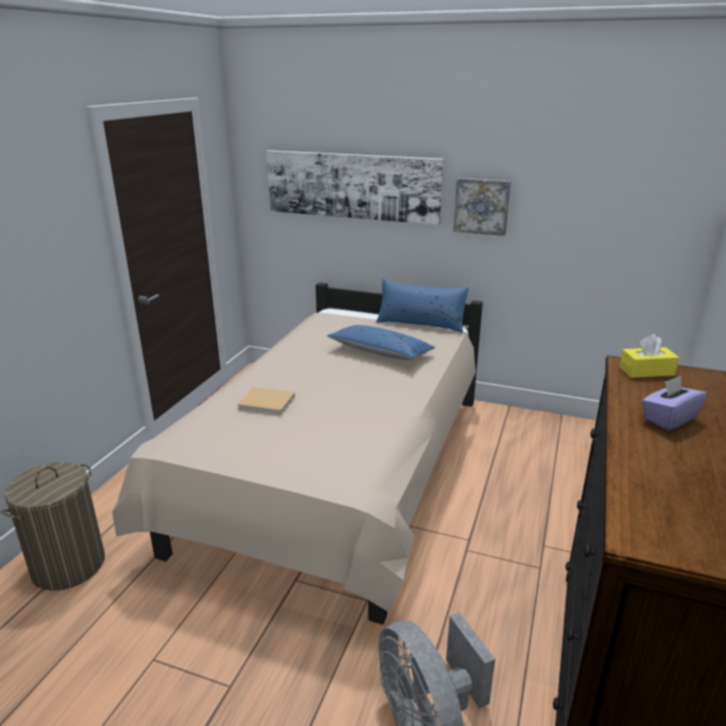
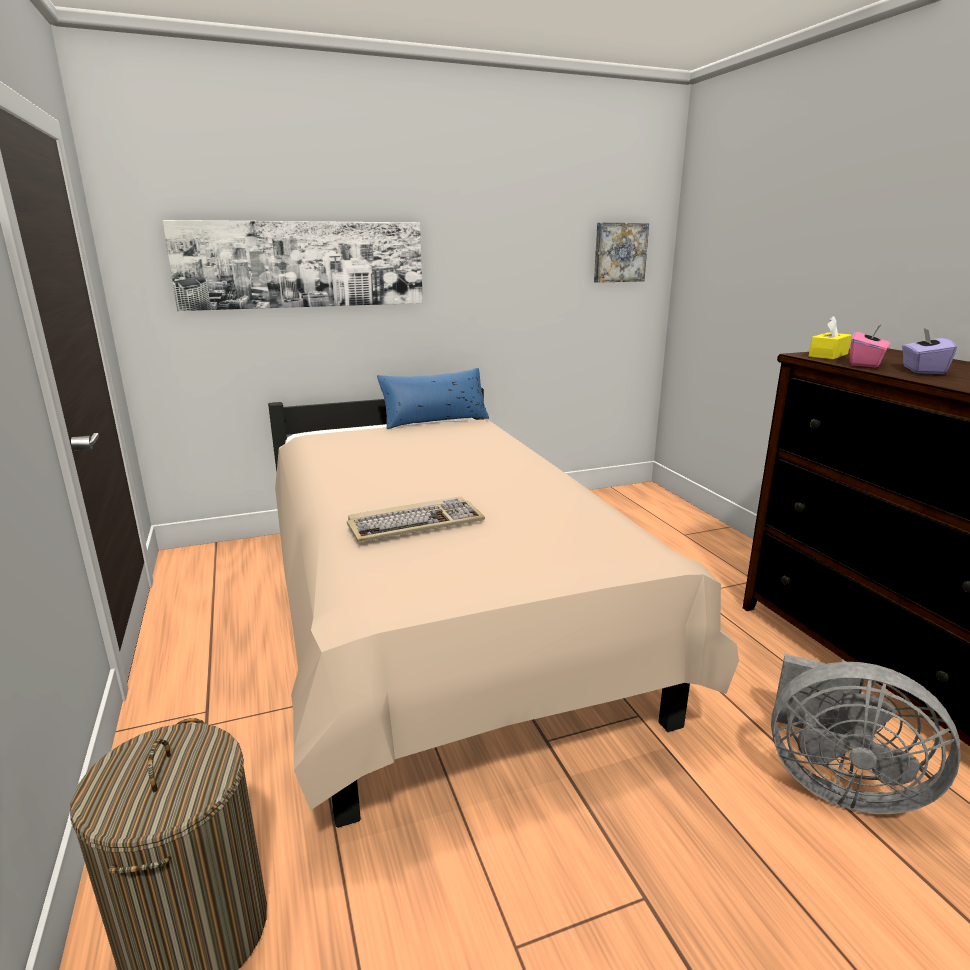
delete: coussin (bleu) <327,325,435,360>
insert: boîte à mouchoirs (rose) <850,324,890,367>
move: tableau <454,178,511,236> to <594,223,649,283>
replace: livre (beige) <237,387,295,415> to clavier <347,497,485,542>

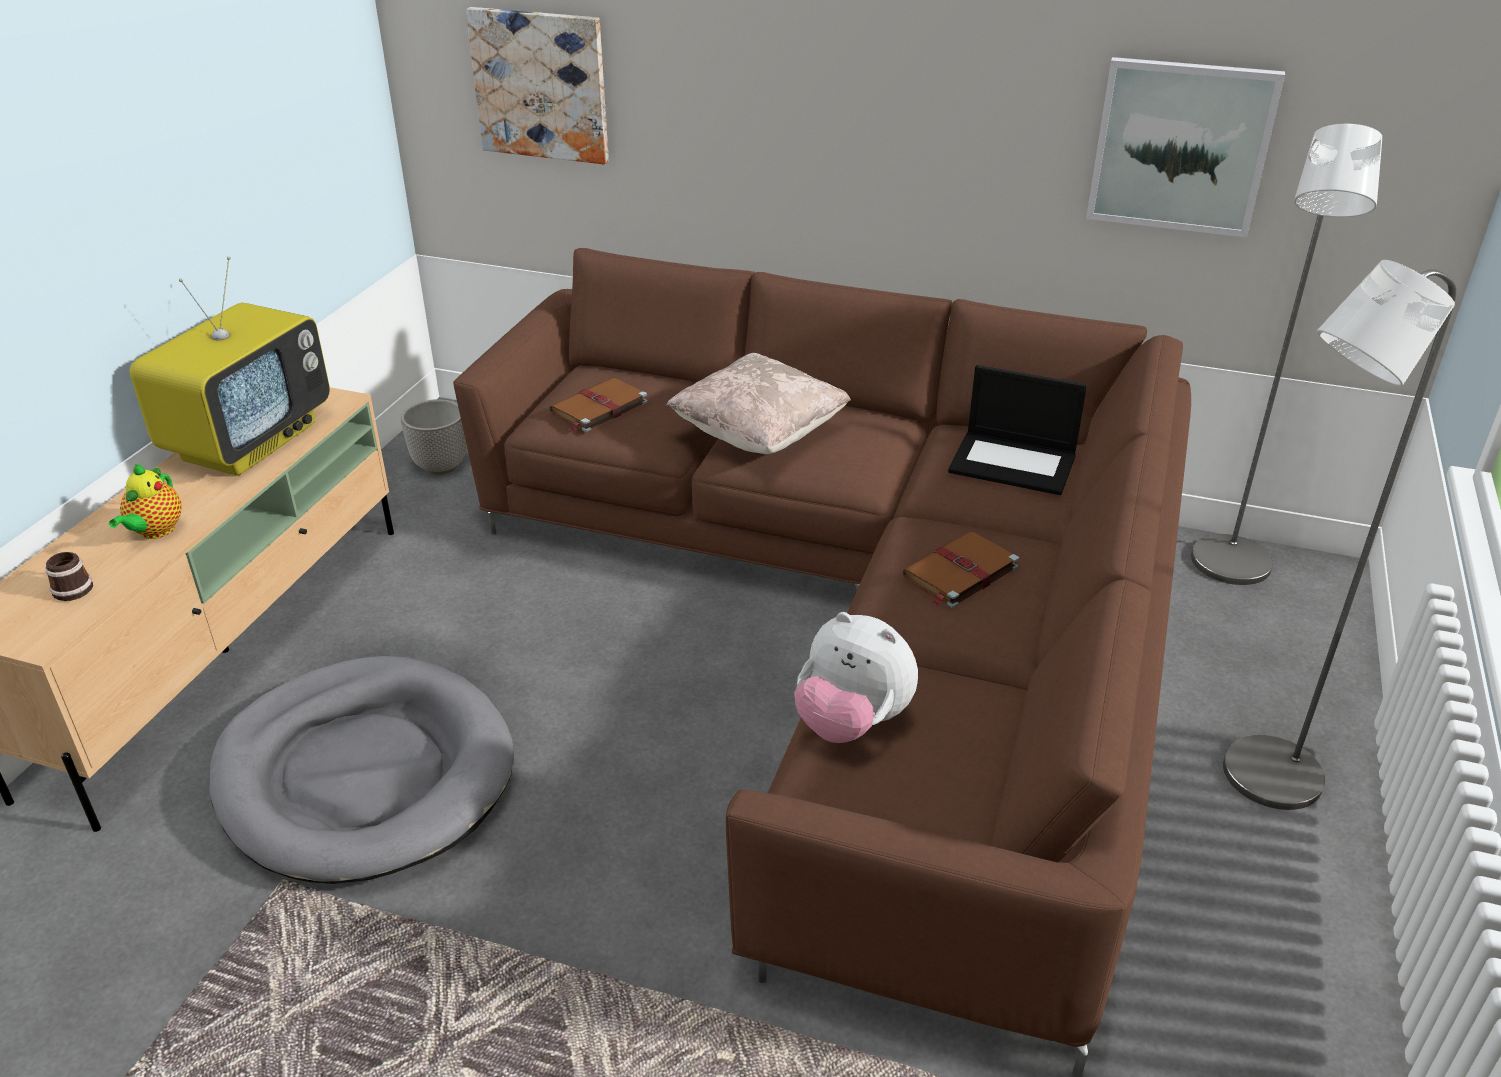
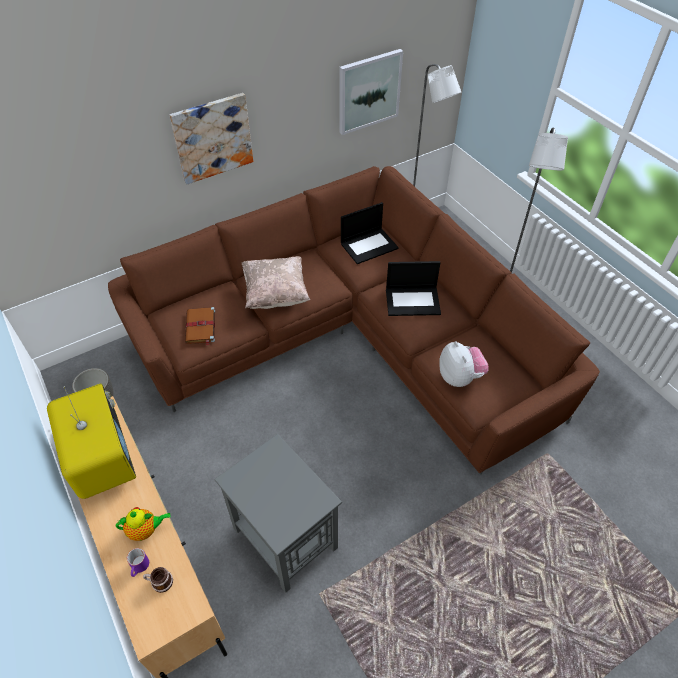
insert: mug (violet) <127,548,149,577>
move: tableau <466,7,609,164> to <170,93,253,185>
replace: panier pour chien (gris) <210,656,514,884> to table d'appoint (gris) <214,434,342,593>; livre (marron) <902,531,1019,608> to ordinateur portable <386,261,441,316>
rotate: théière <109,464,182,539> = <116,507,171,541> 60 degrees counterclockwise; peluche <794,612,918,743> = <439,341,488,387> 90 degrees counterclockwise

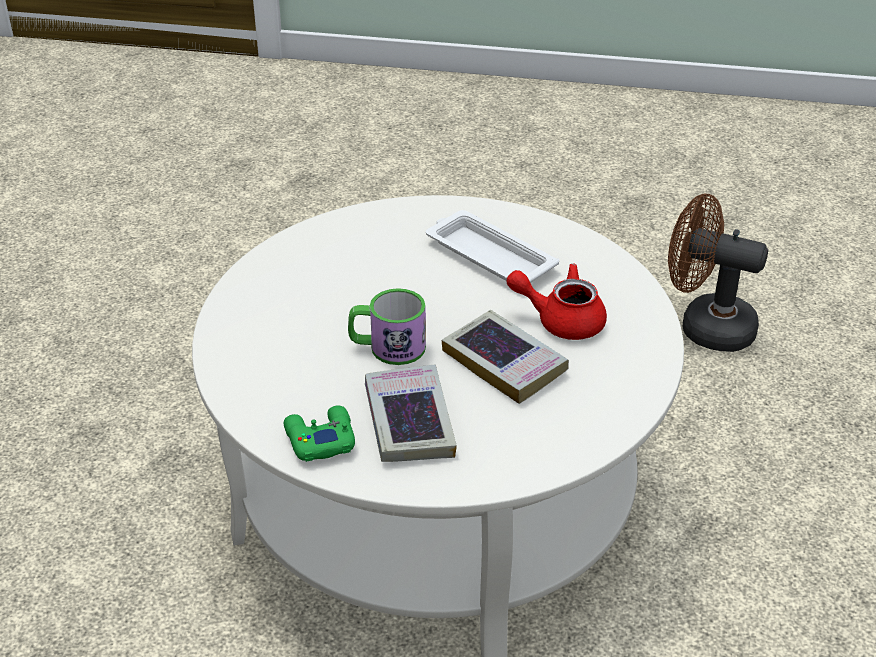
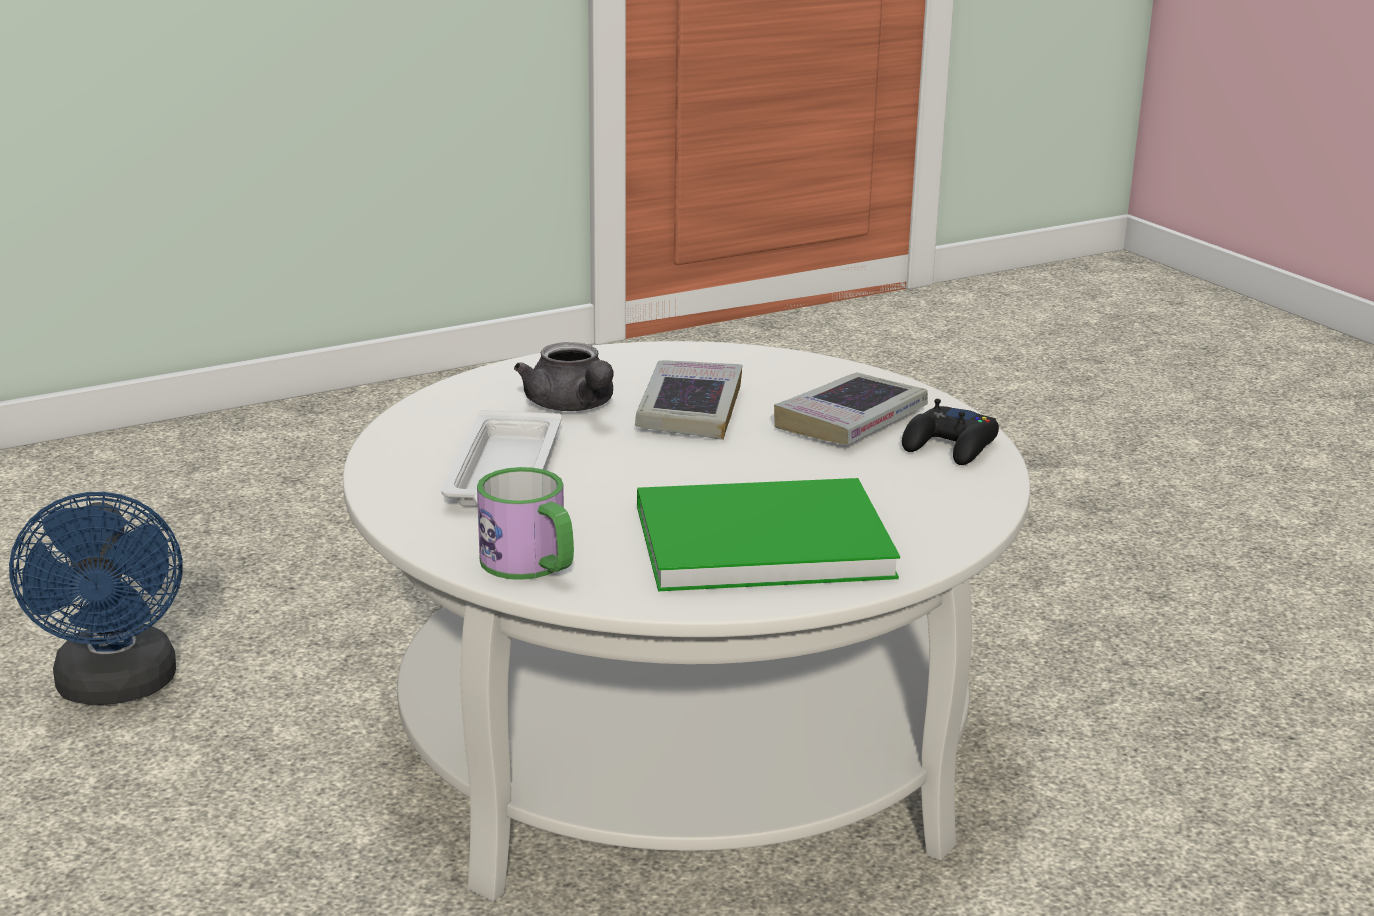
insert: livre (vert) <637,478,900,591>
move: mug <348,288,426,365> to <477,467,574,580>
recolor: ventilateur (marron) <668,194,768,352> to ventilateur (bleu) <9,492,183,705>; théière (rouge) <507,264,607,340> to théière (gris) <514,342,614,411>; manette (vert) <284,406,355,462> to manette (noir) <902,399,999,465>

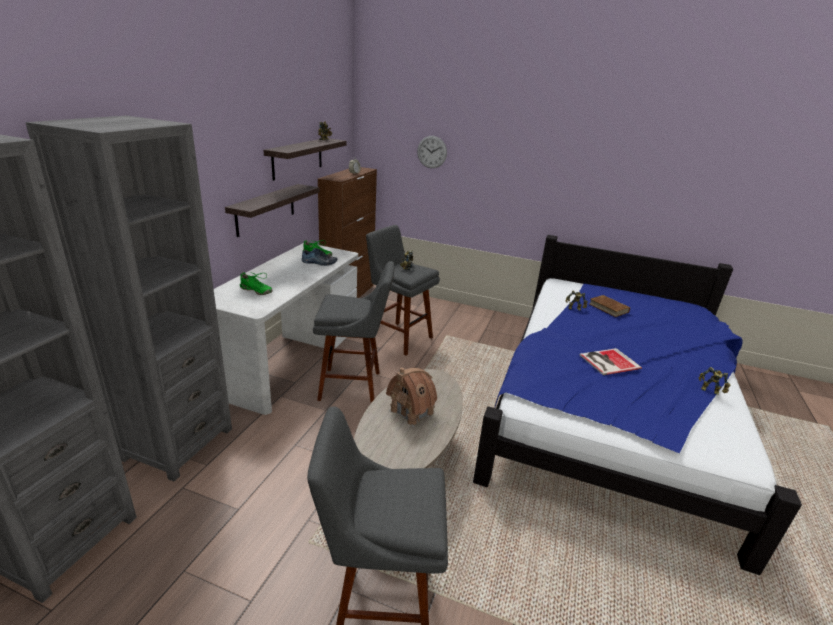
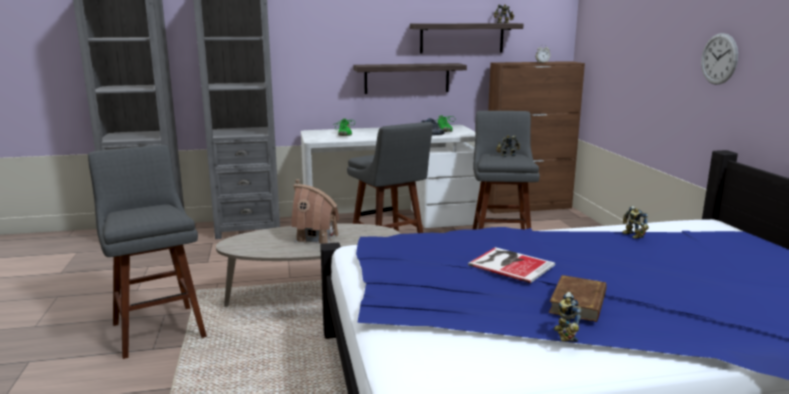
move: livre (marron) <589,295,630,317> to <549,275,607,322>; horloge murale <417,136,447,168> to <701,33,738,85>

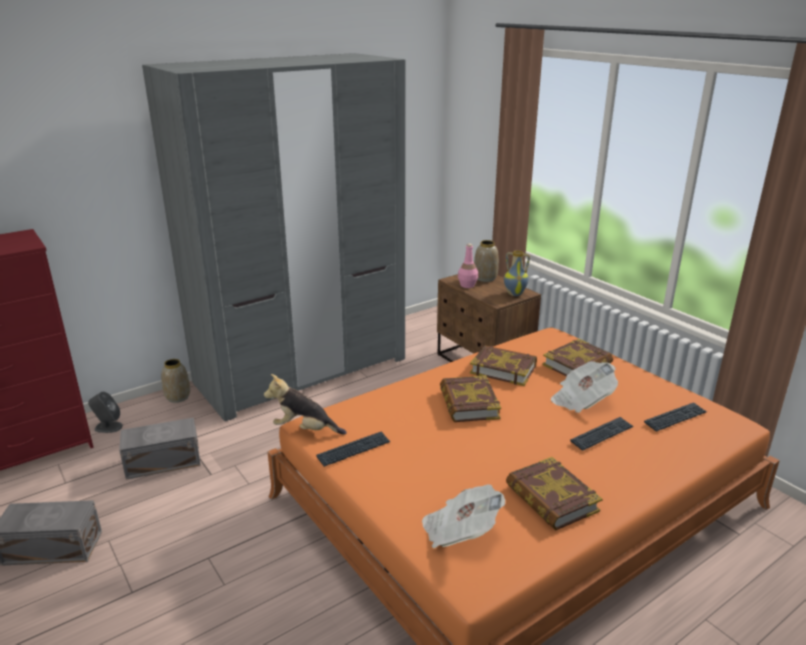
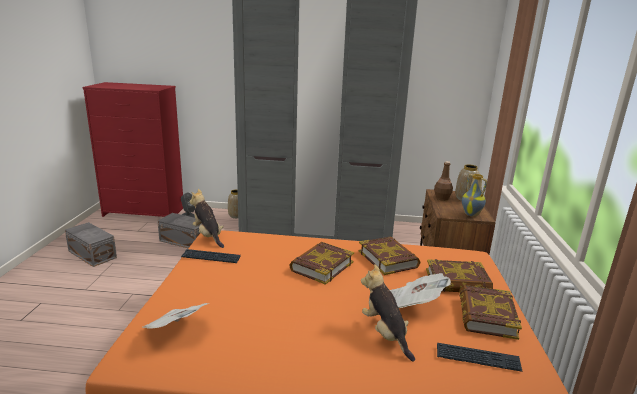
move: livre <506,457,602,531> to <459,285,522,340>
replace: clavier <570,417,634,451> to peluche <361,264,415,362>
recolor: bouteille (rose) <458,243,478,288> to bouteille (marron) <434,161,453,201>

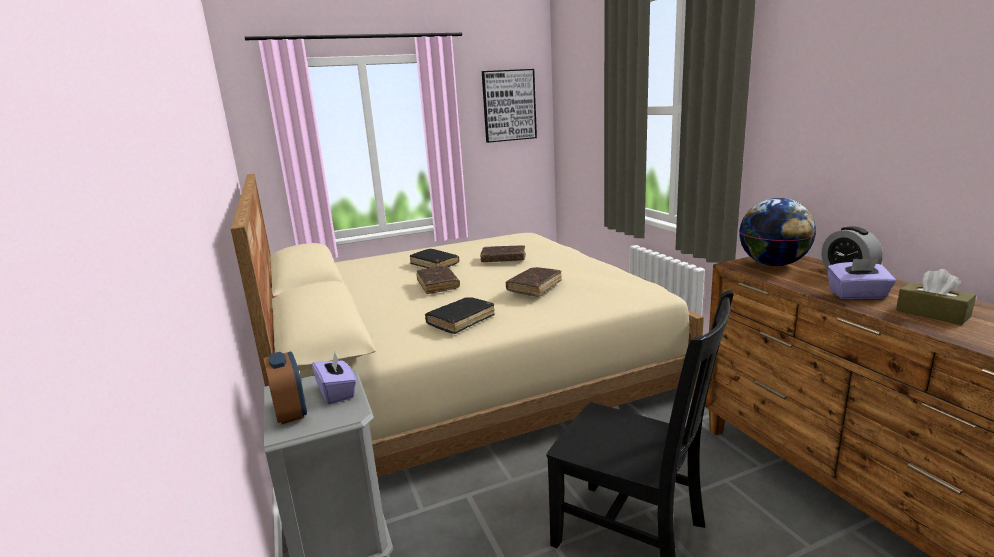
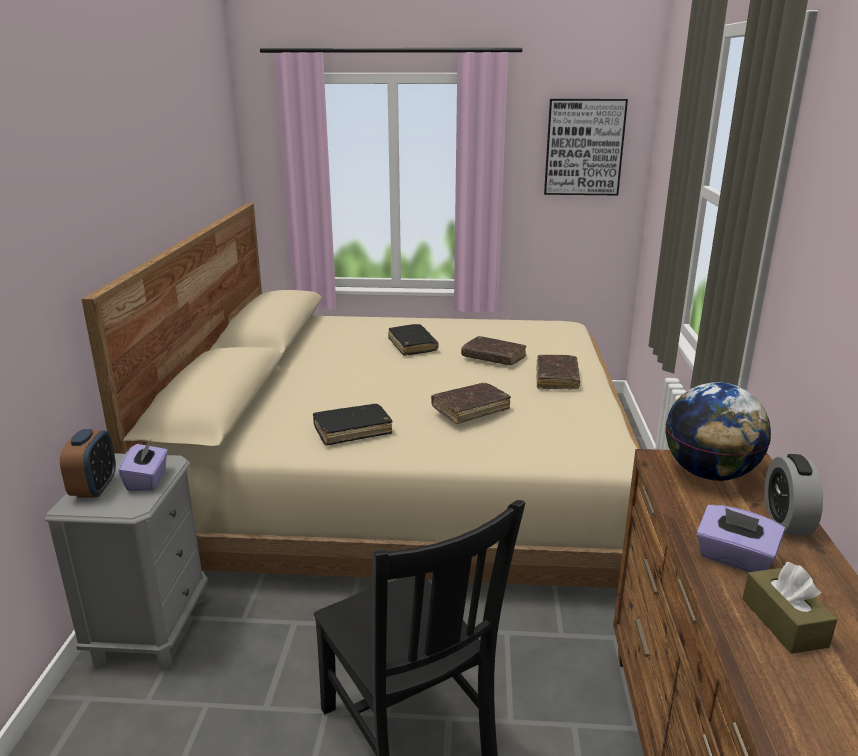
move: livre (marron) <416,266,460,294> to <536,355,580,389>

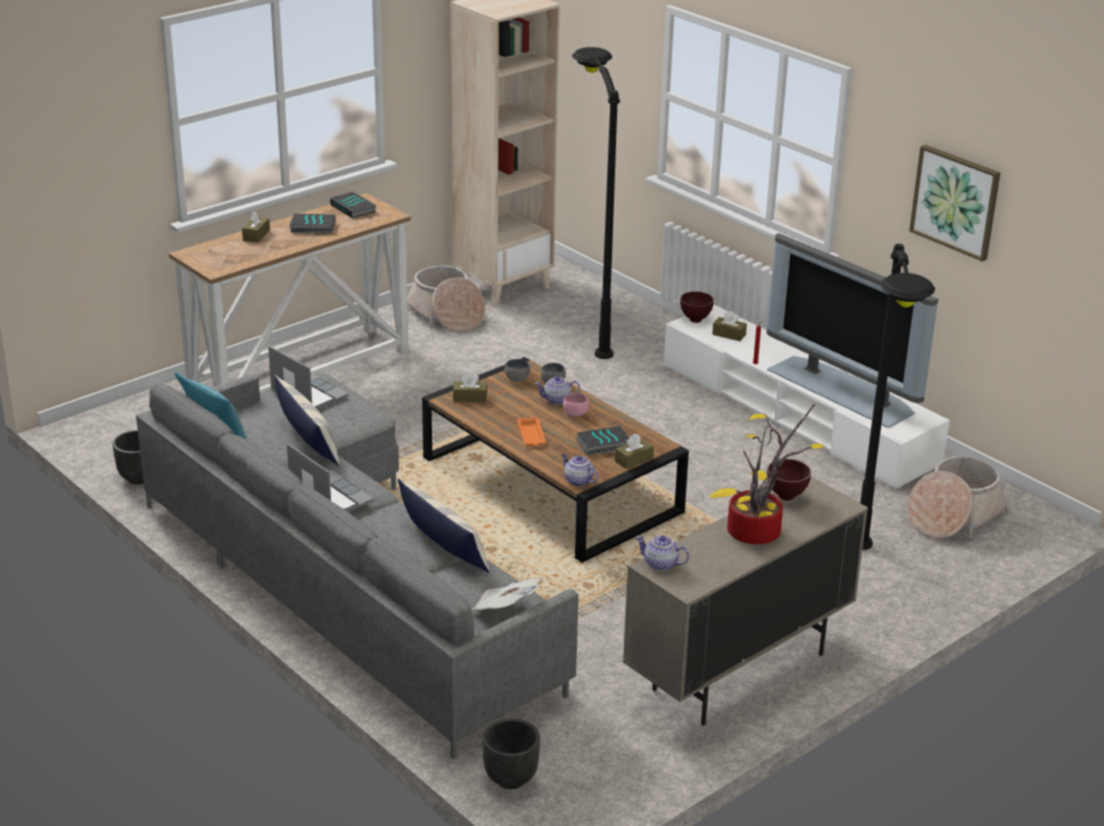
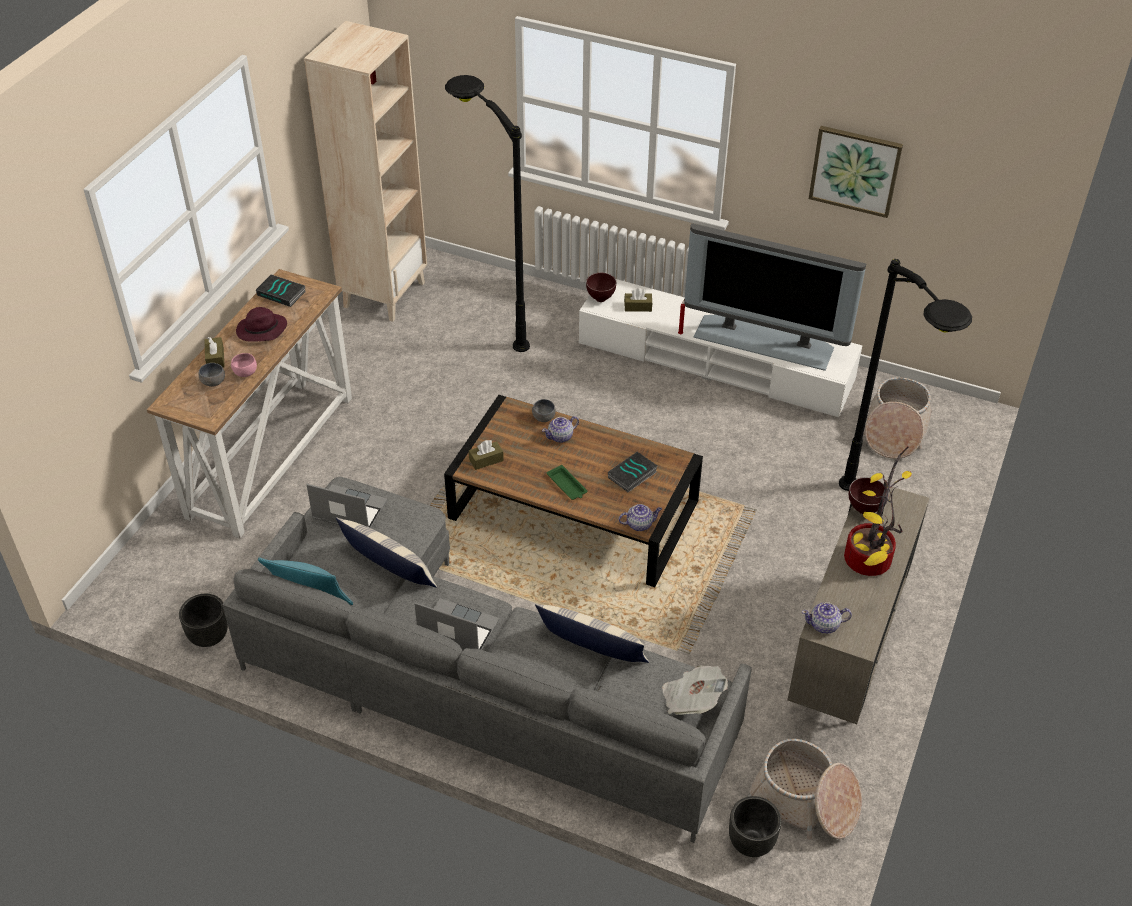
delete: boîte à mouchoirs (marron) <615,434,654,469>
move: bol (gris) <505,359,530,382> to <199,363,225,387>; bol (rose) <563,393,589,417> to <231,353,257,377>; panier <407,266,485,333> to <748,739,862,840>
replace: livre <289,214,335,234> to chapeau (violet) <236,307,287,342>
recolor: plateau (orange) <517,417,546,446> to plateau (vert) <547,465,588,500>
rotate: théière <561,454,598,486> = <619,504,662,531> 150 degrees clockwise

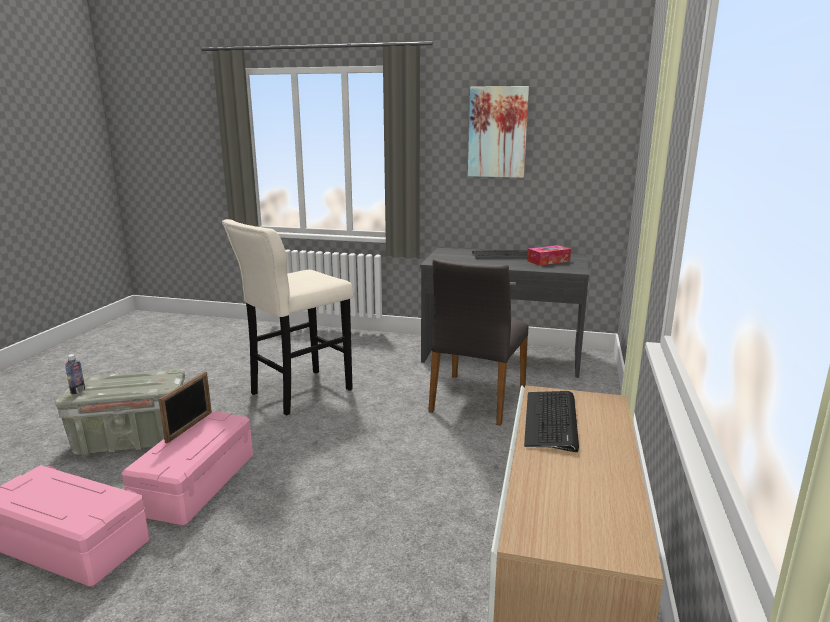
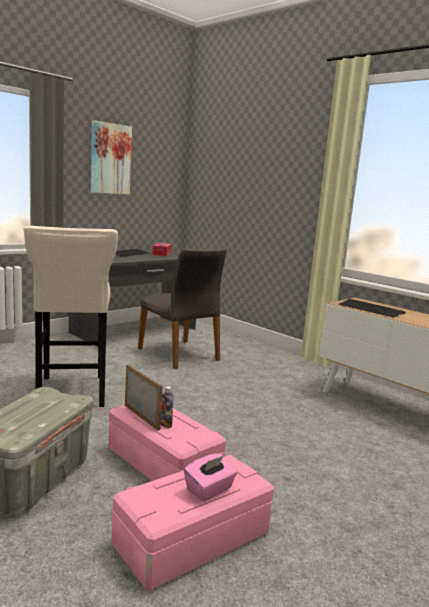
insert: boîte à mouchoirs (rose) <184,454,238,501>
move: bouteille <66,354,85,395> to <161,386,174,428>

